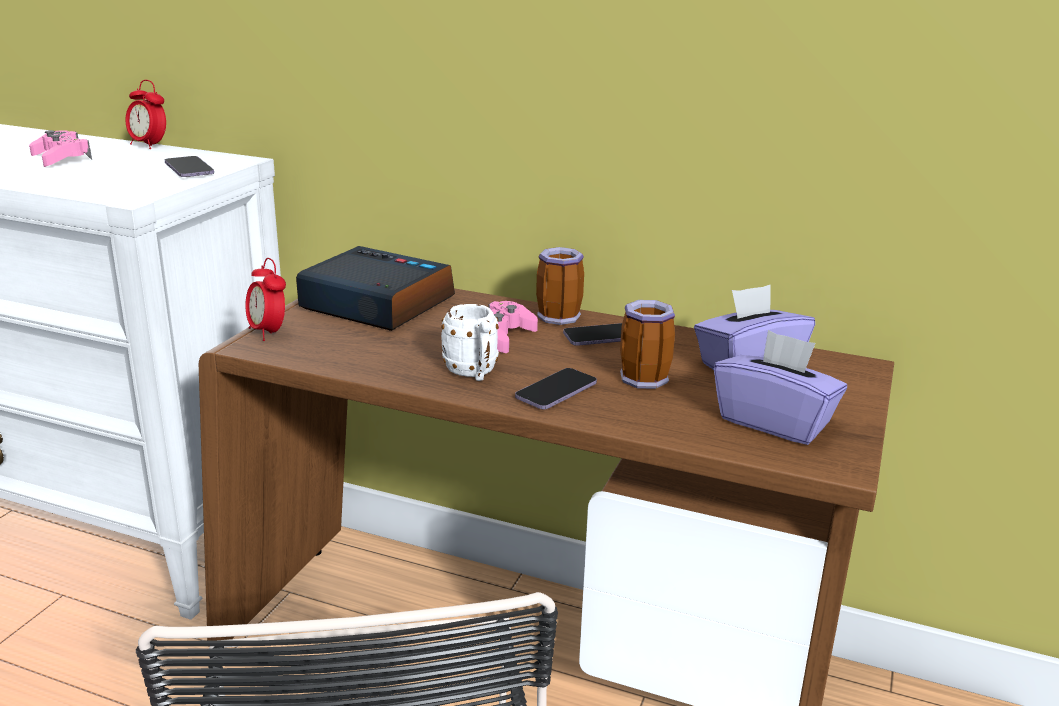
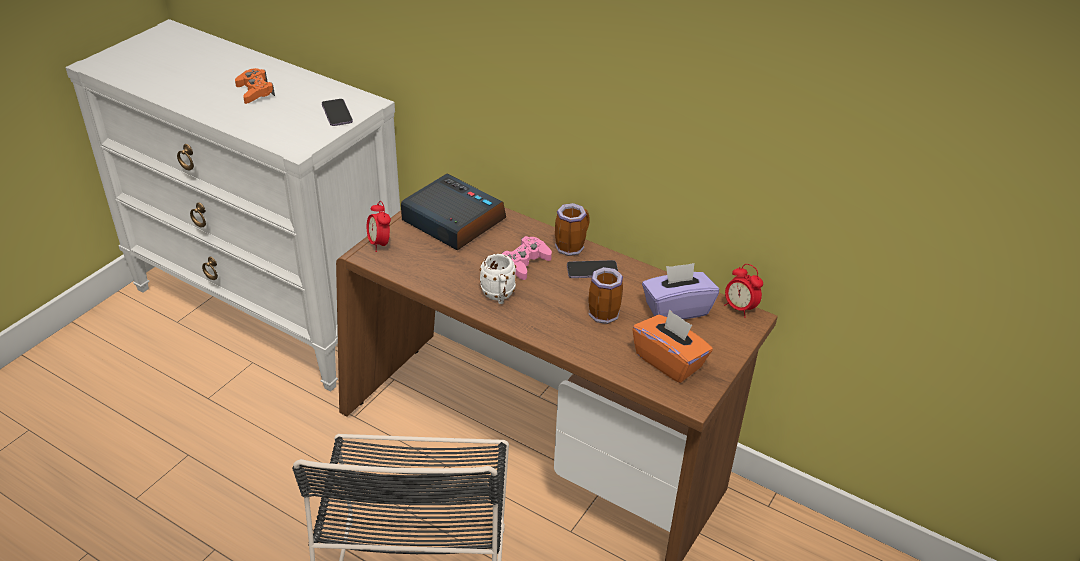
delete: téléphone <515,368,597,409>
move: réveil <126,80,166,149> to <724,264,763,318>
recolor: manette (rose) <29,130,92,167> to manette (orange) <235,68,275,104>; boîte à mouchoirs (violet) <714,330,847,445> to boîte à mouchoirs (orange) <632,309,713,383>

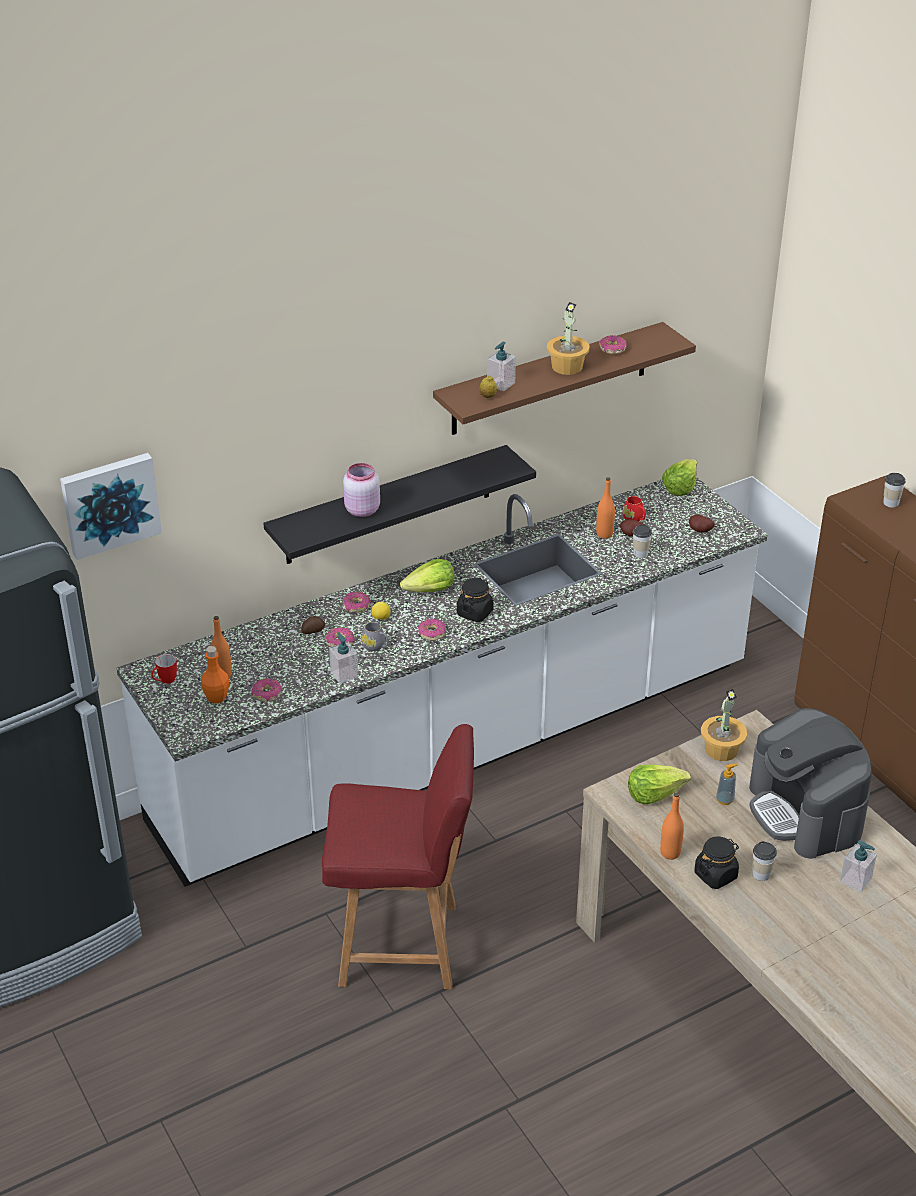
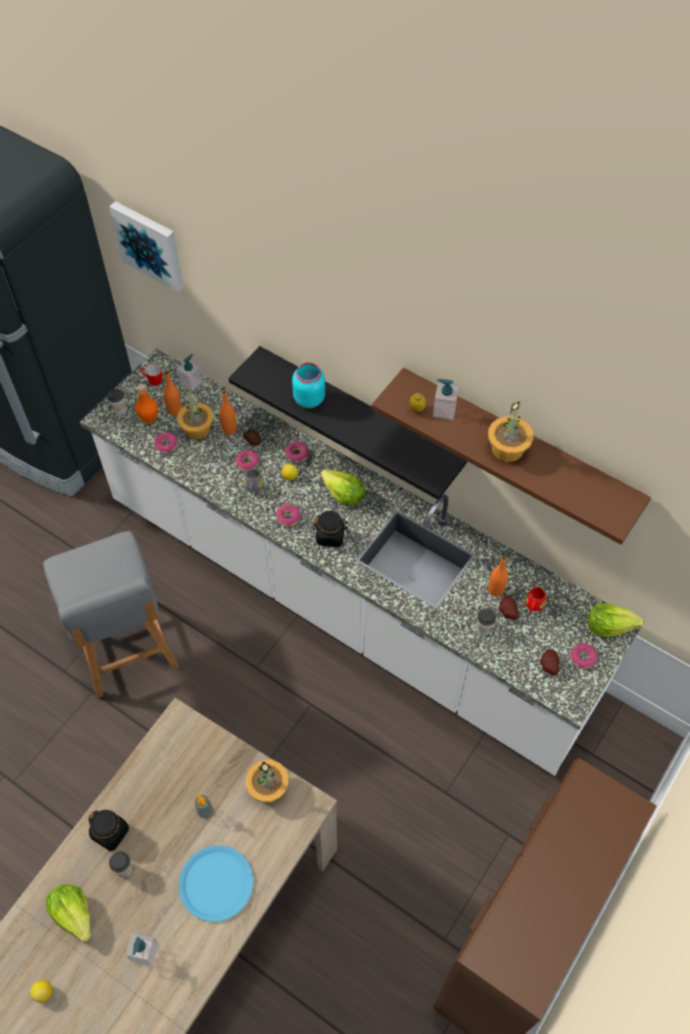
insert: citron <30,980,53,1003>; plante en pot <177,390,213,439>
move: laitue <628,764,691,805> to <46,884,91,943>; tasse <883,473,906,508> to <107,388,126,415>; distributeur de savon <329,632,358,684> to <177,354,203,392>; bouteille (orange) <660,792,684,860> to <219,390,237,435>; beignet <599,335,627,354> to <570,643,598,669>
replace: machine à café <749,708,872,859> to assiette (bleu) <179,845,253,922>
recolor: chaise (rouge) <322,724,474,989> to chaise (gris) <43,531,179,698>; bocal (rose) <343,463,380,517> to bocal (turquoise) <292,363,325,408>

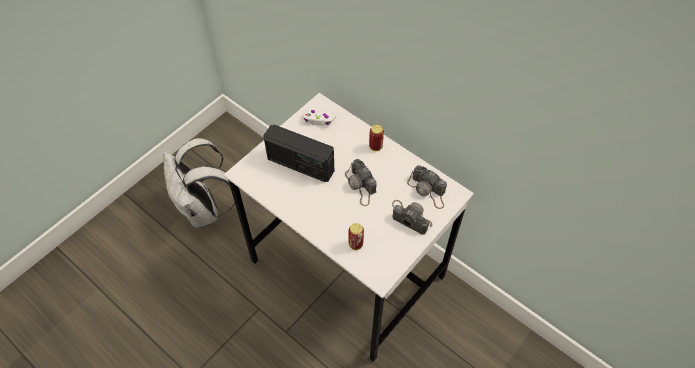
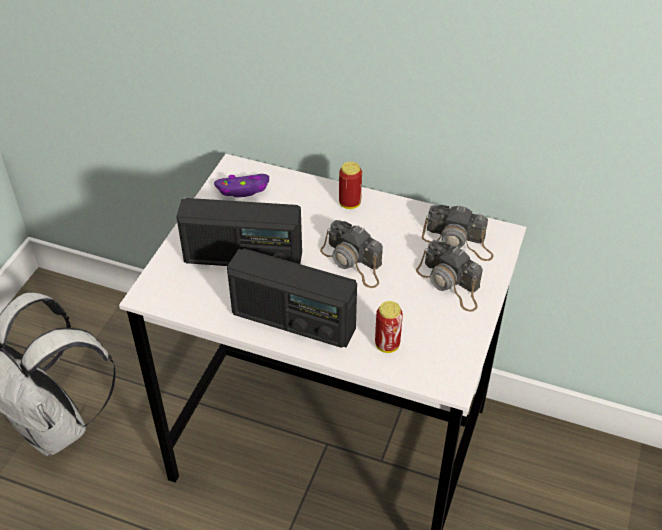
insert: radio <227,248,357,348>
recolor: manette (blanc) <303,110,336,126> to manette (violet) <214,174,269,197>
rotate: appareil photo <392,200,432,235> = <416,240,483,312> 150 degrees counterclockwise

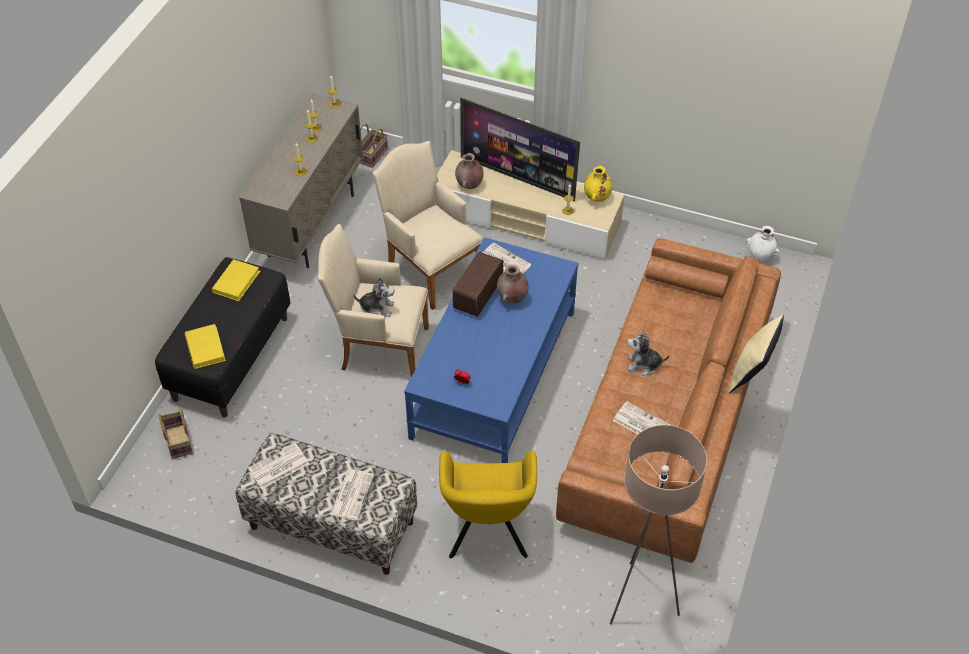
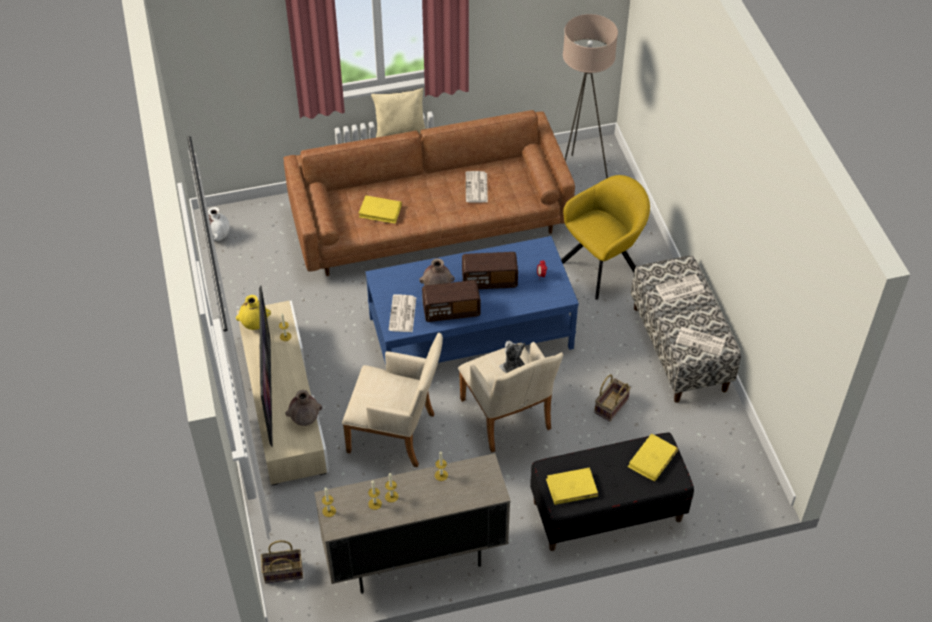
delete: peluche <627,328,669,375>
insert: livre (jaune) <359,196,402,224>; radio <462,252,518,289>
move: panier <159,409,193,459> to <594,374,631,422>
rotate: fauteuil (beige) <372,141,483,310> = <342,333,443,467> 90 degrees counterclockwise

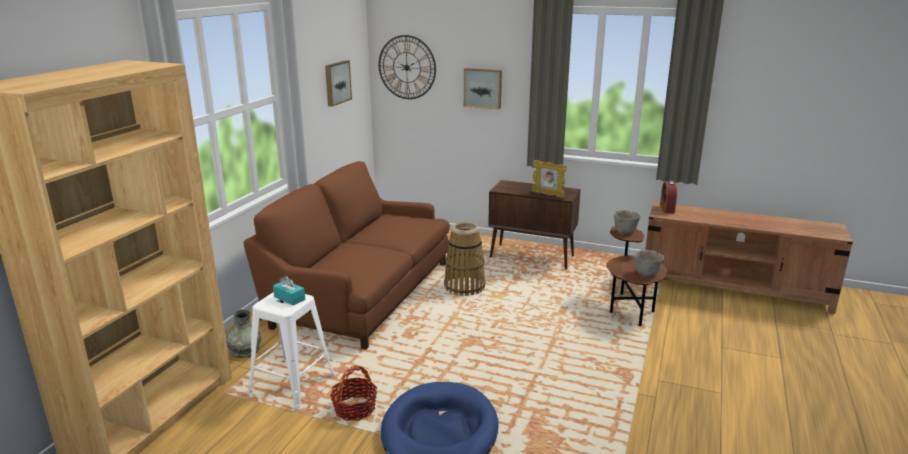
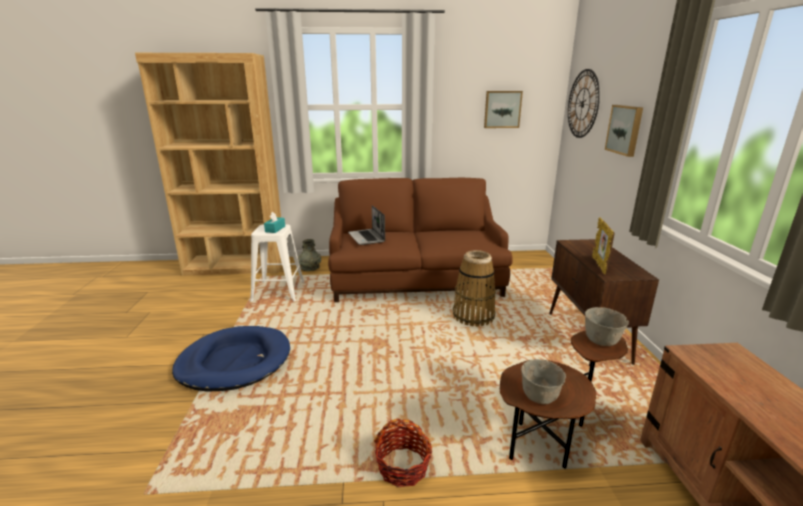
delete: réveil <660,180,677,213>
insert: ordinateur portable <348,205,385,245>
move: panier <330,365,377,421> to <374,419,432,487>

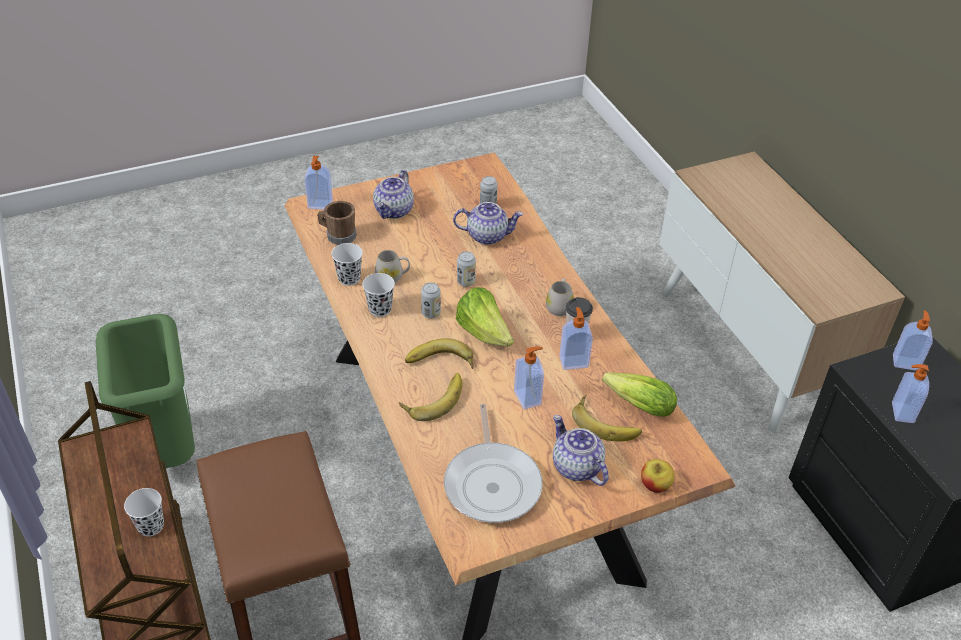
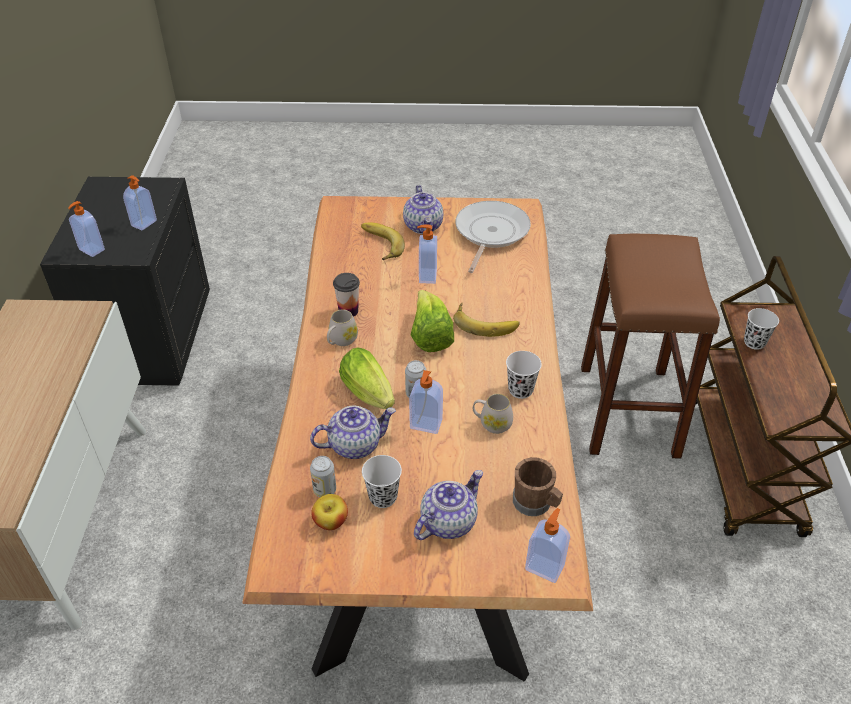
delete: poubelle (vert) <96,314,195,468>; banane <399,373,462,421>; boîte métallique <421,282,441,319>
move: pomme <641,459,674,493> to <311,494,348,530>; laitue <602,372,677,417> to <339,347,395,409>; tasse (blanc) <331,243,363,286> to <362,455,402,508>; distributeur de savon <559,307,593,370> to <409,370,443,434>
rotate: théière <453,202,523,245> = <310,406,396,459> 135 degrees clockwise

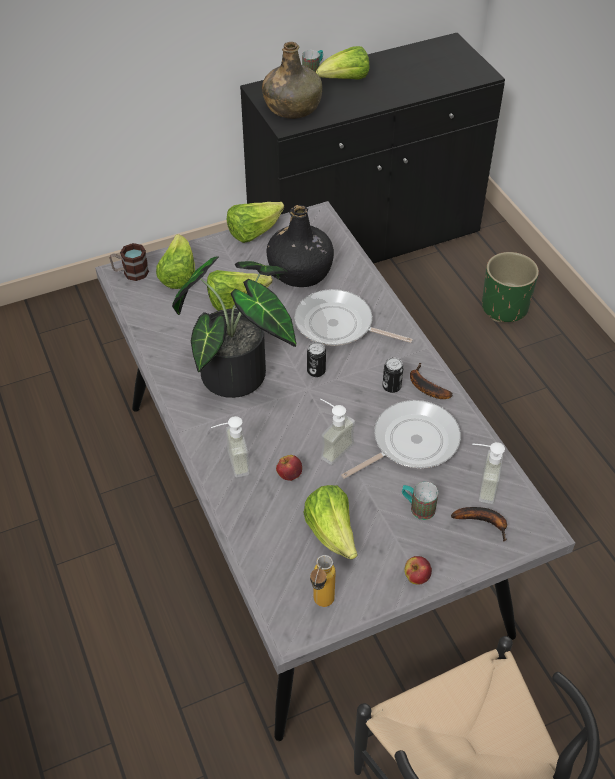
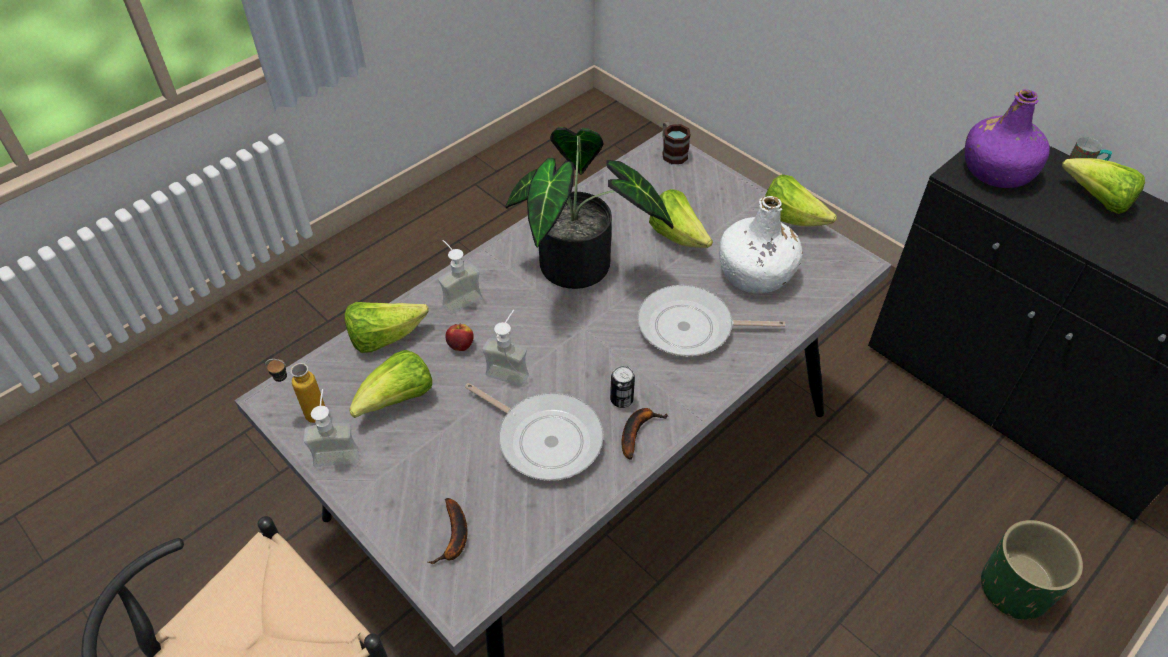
delete: boîte métallique <307,342,326,377>; mug <402,482,438,520>; pomme <404,556,432,584>
move: distributeur de savon <472,442,505,504> to <304,389,359,467>; laitue <156,234,195,289> to <345,302,429,353>
recolor: bouteille (noir) <267,205,334,287> to bouteille (blanc) <719,196,803,294>; bouteille (vert) <262,42,322,119> to bouteille (violet) <965,89,1050,188>
rotate: poêle <294,289,413,346> = <637,285,785,356> 90 degrees counterclockwise

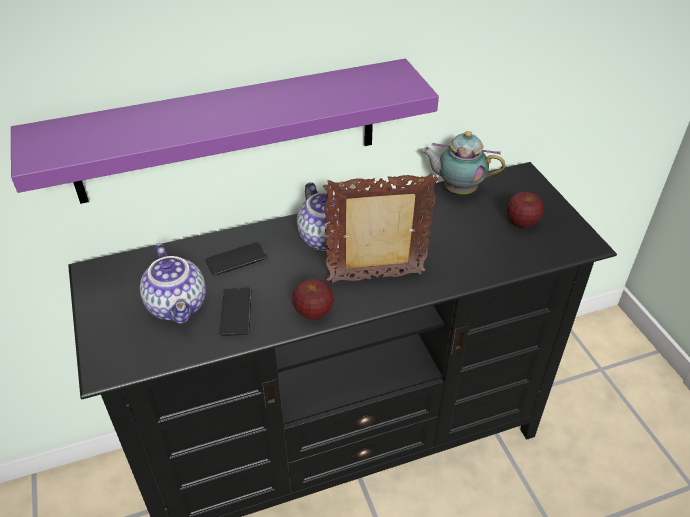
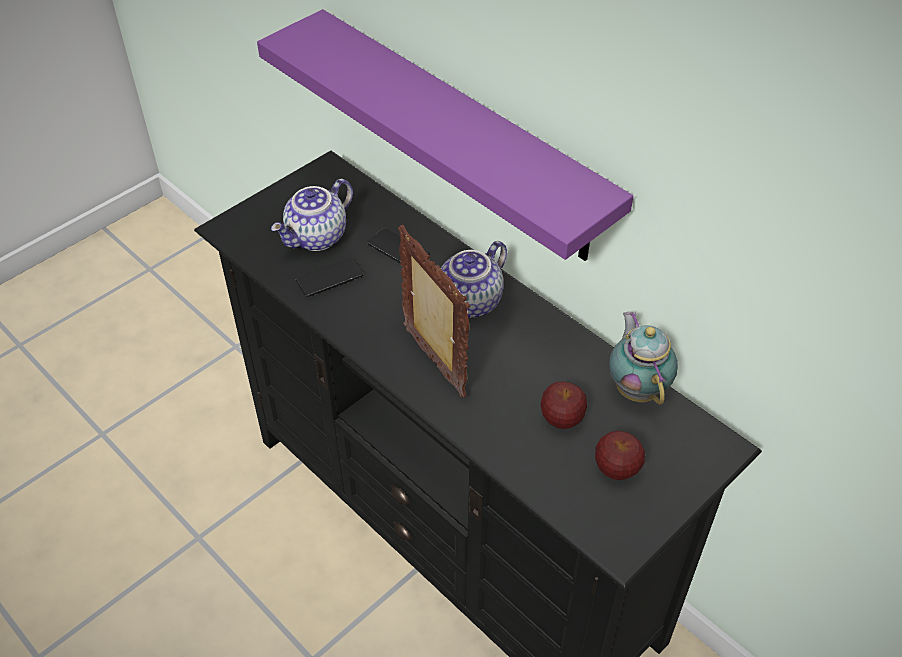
move: pomme <292,279,334,320> to <540,382,587,429>

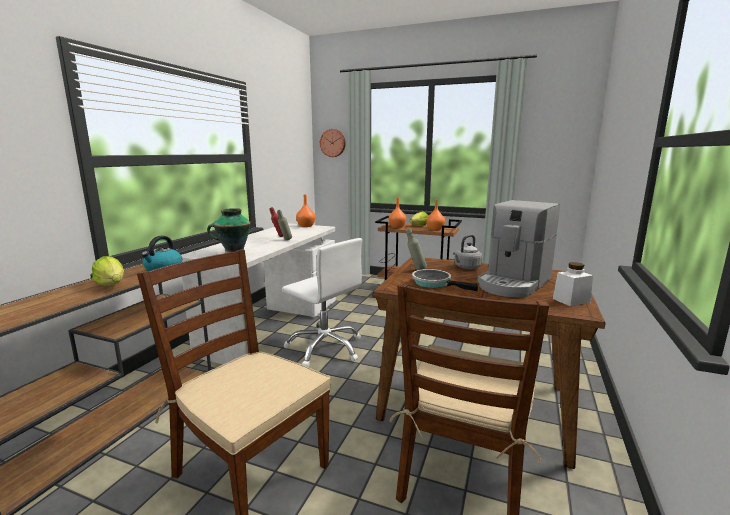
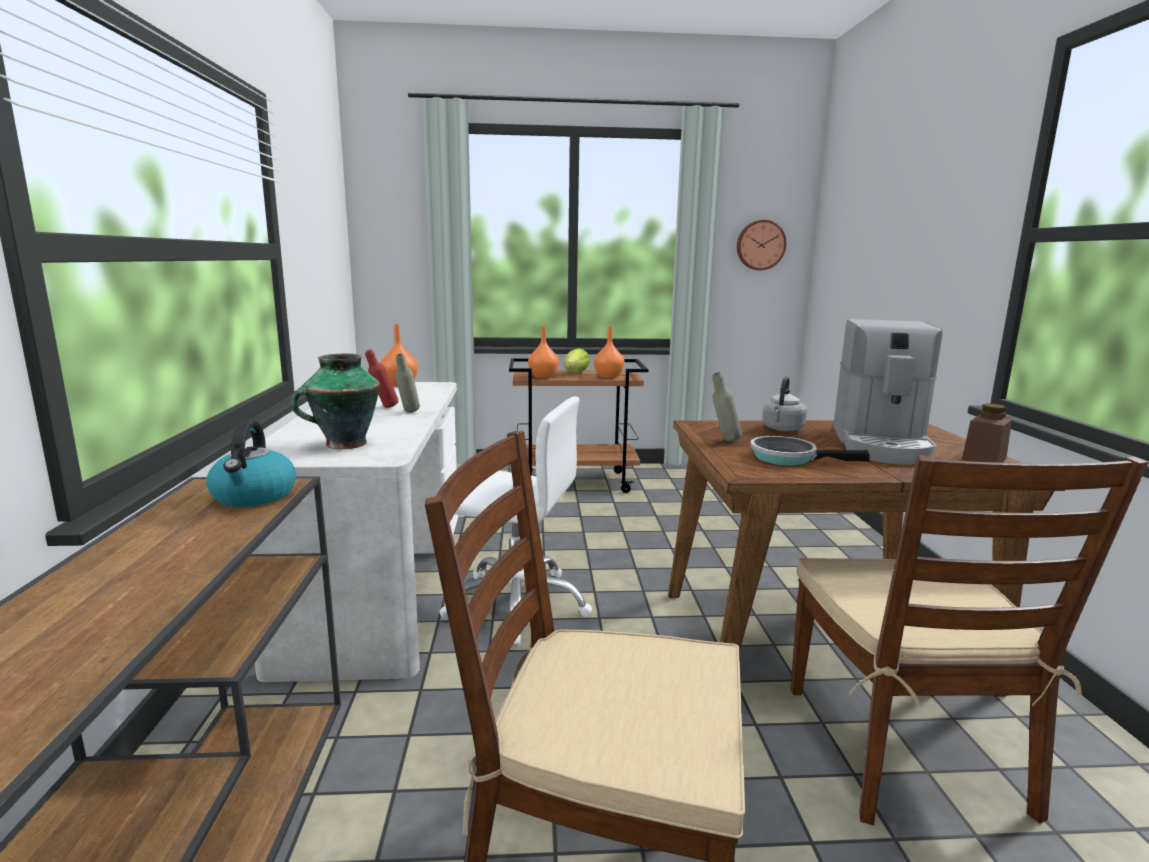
delete: laitue <92,256,124,286>
move: horloge murale <320,129,346,157> to <737,220,786,270>
recolor: bocal (blanc) <553,262,593,306> to bocal (marron) <962,403,1012,463>

